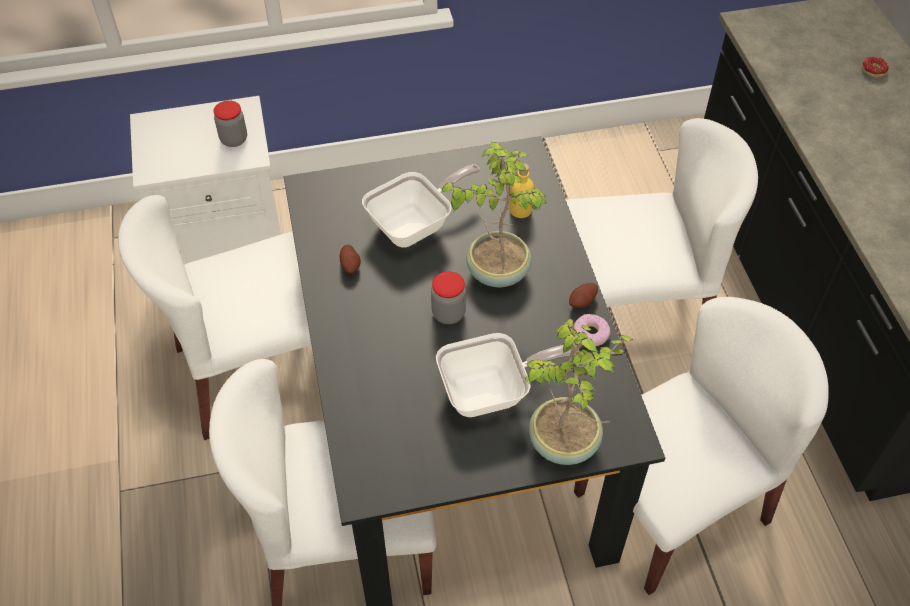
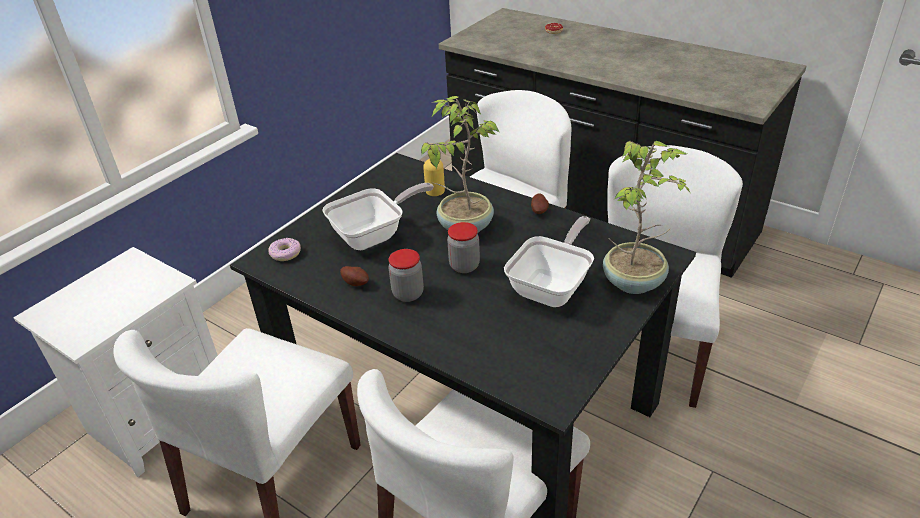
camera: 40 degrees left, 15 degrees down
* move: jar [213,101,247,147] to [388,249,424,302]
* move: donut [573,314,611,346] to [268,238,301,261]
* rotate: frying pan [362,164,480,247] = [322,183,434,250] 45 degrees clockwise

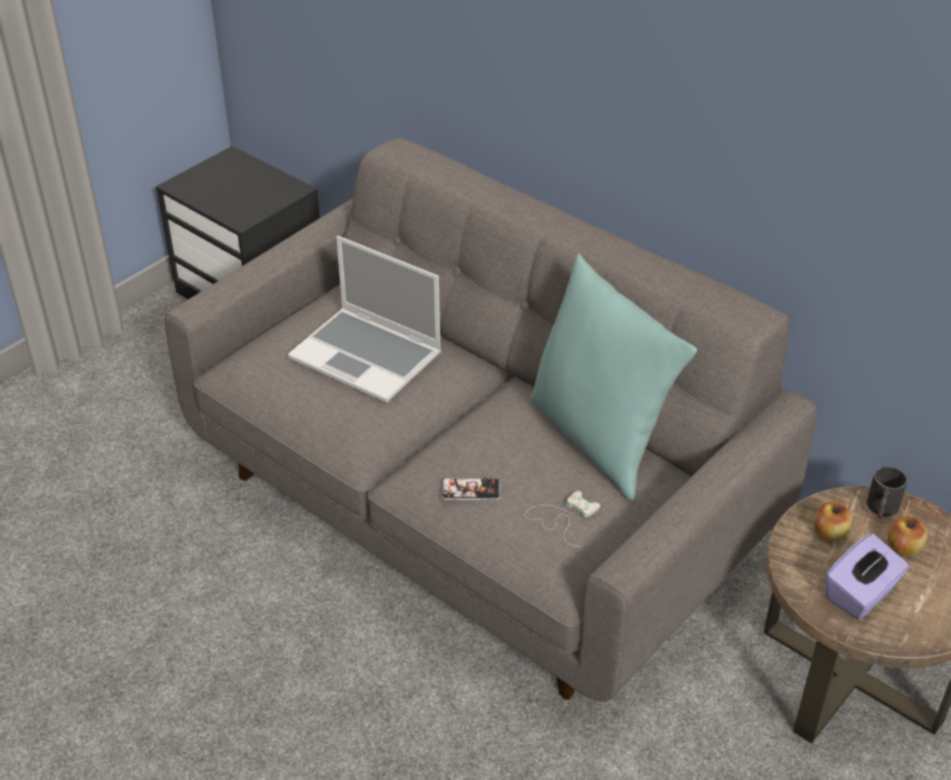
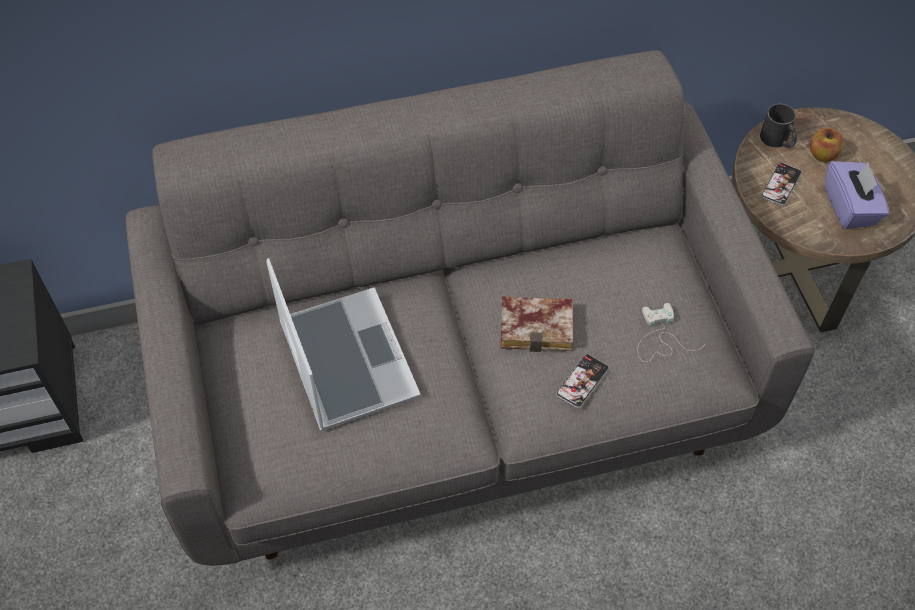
camera: 55 degrees left, 15 degrees up
* delete: pillow (turquoise) [530,253,697,501]
* insert: book [500,296,573,352]
* replace: apple [814,502,852,541] to phone [761,163,802,206]
* rotate: laptop [287,236,441,403] = [266,258,421,431] 90 degrees counterclockwise

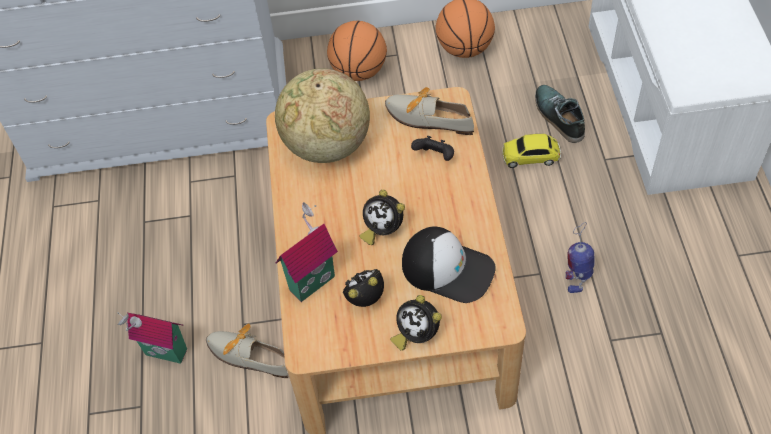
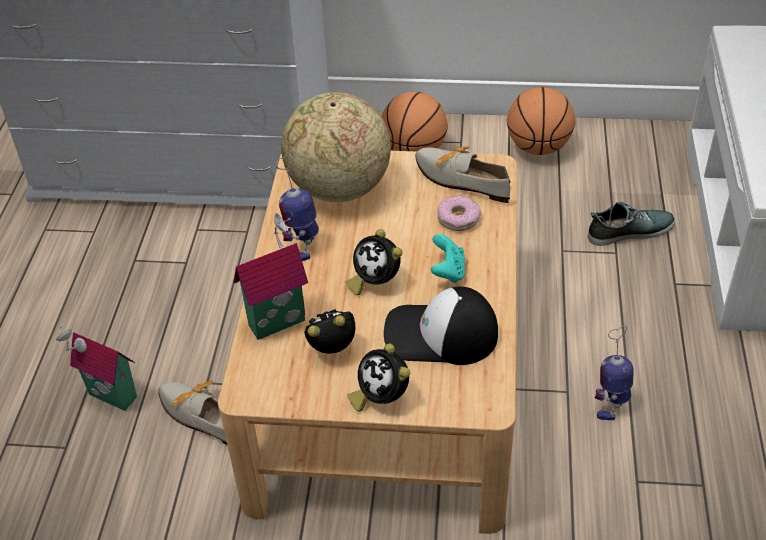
camera: 10 degrees right, 10 degrees down
* delete: toy car [502,134,561,168]
* insert: toy robot [276,152,319,261]
* insert: game controller (turquoise) [431,234,465,283]
* replace: game controller (black) [411,136,454,161] to donut [437,196,481,231]
* rotate: cap [402,227,496,303] = [384,287,498,365] 150 degrees clockwise
* rotate: shoe [535,85,585,143] = [588,202,675,246] 90 degrees clockwise

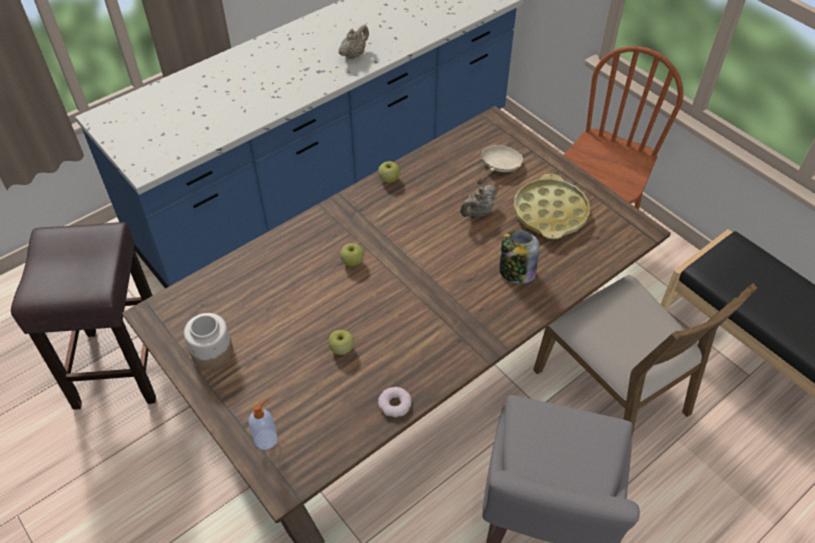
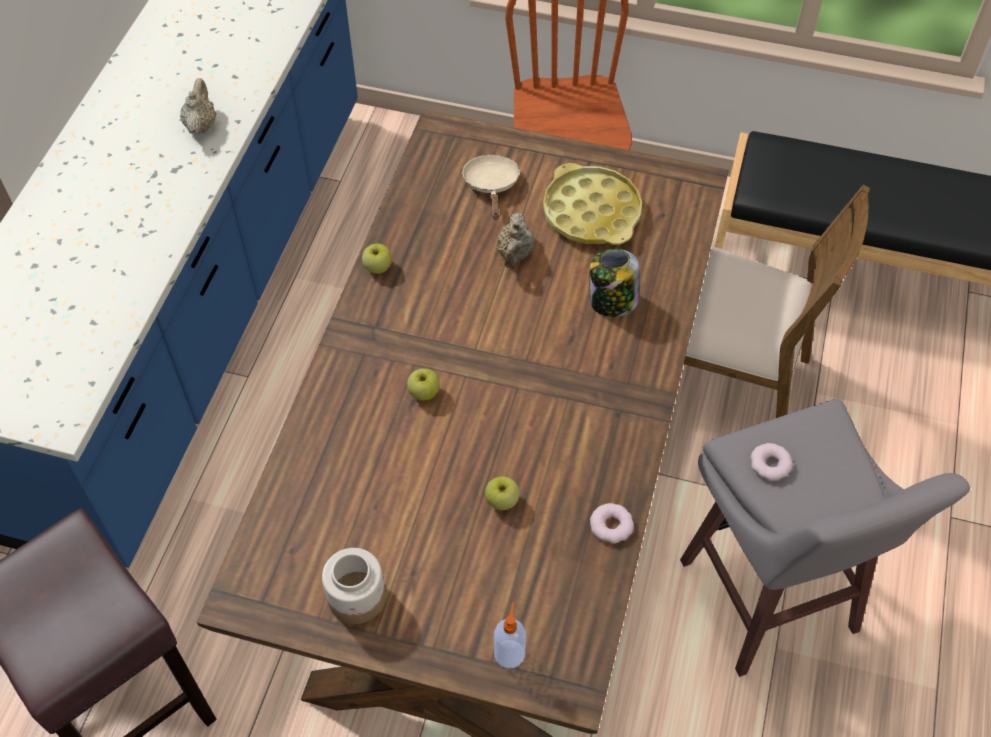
camera: 35 degrees left, 5 degrees up
* insert: donut [751,443,792,481]

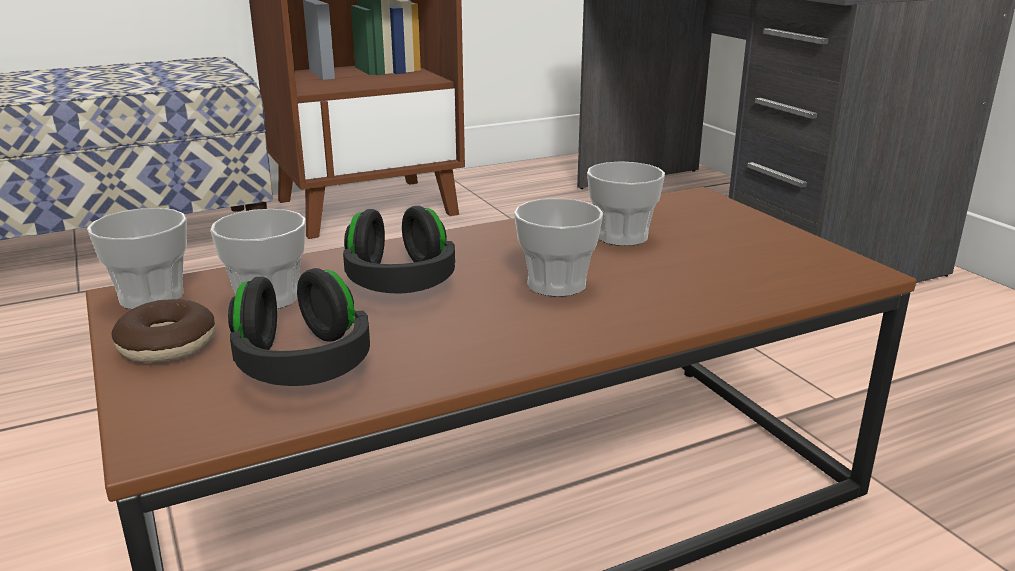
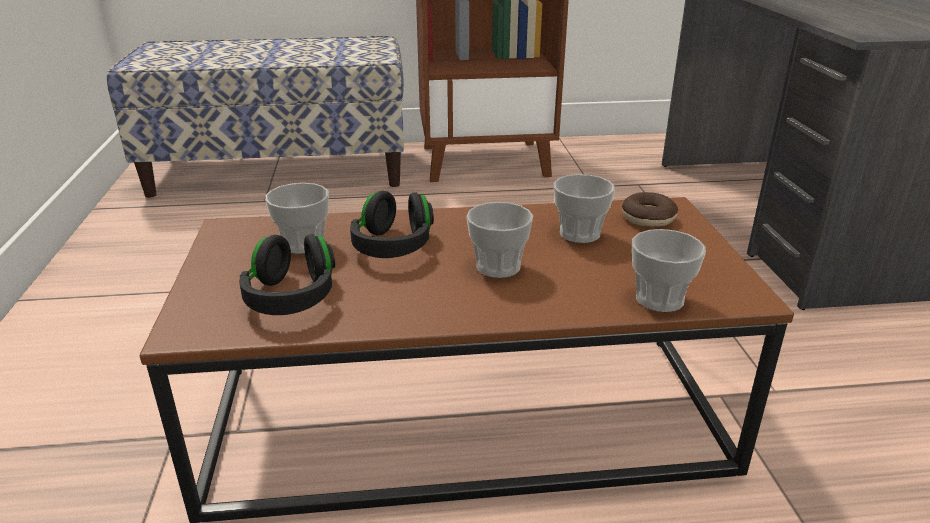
camera: 20 degrees right, 5 degrees up
* move: cup [87,208,187,309] to [632,229,706,312]
* move: donut [112,299,216,363] to [622,192,678,227]

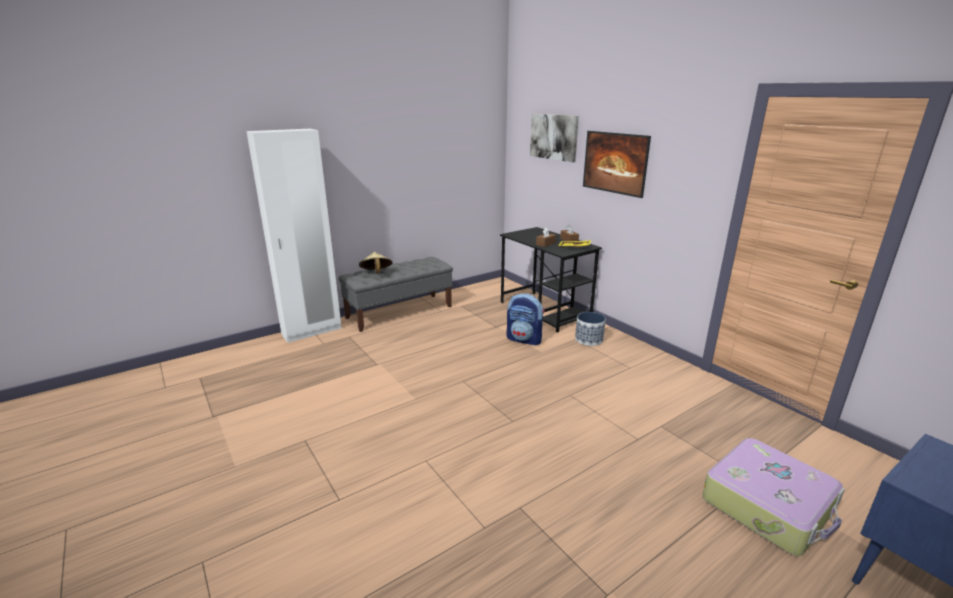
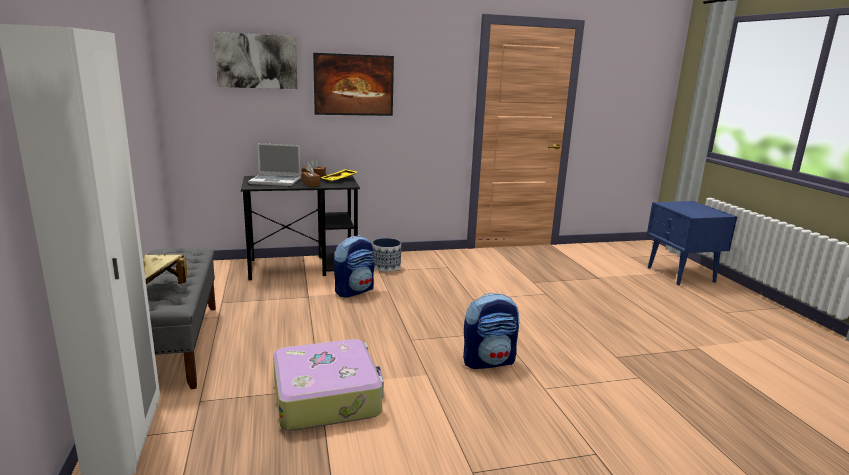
camera: 70 degrees left, 5 degrees down
* insert: laptop [248,143,301,186]
* insert: backpack [463,293,519,369]
* move: suitcase [702,438,845,556] to [273,339,384,431]

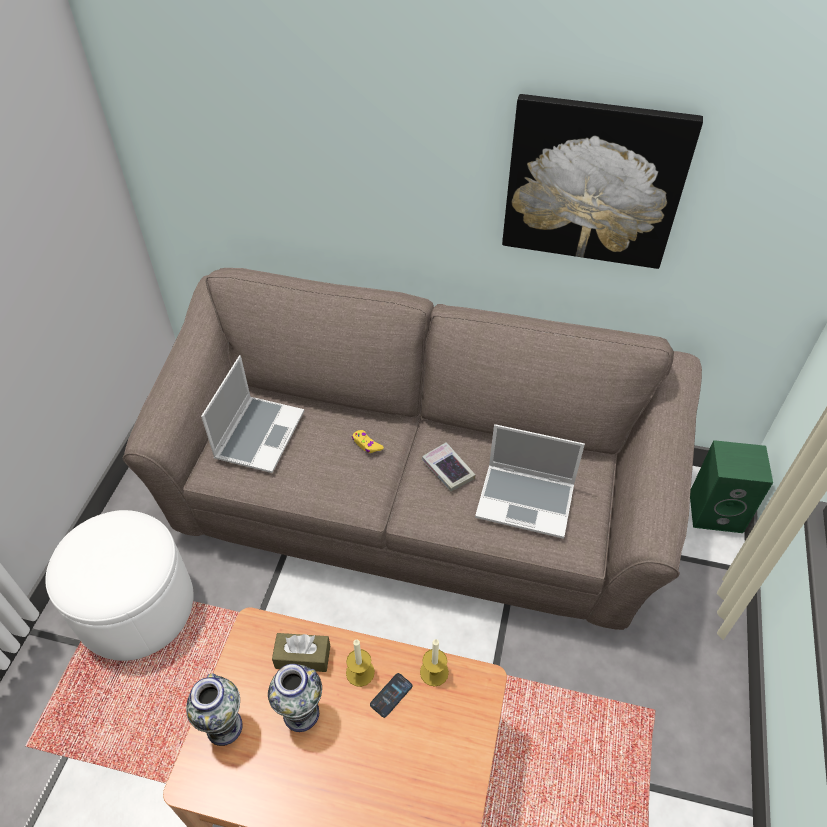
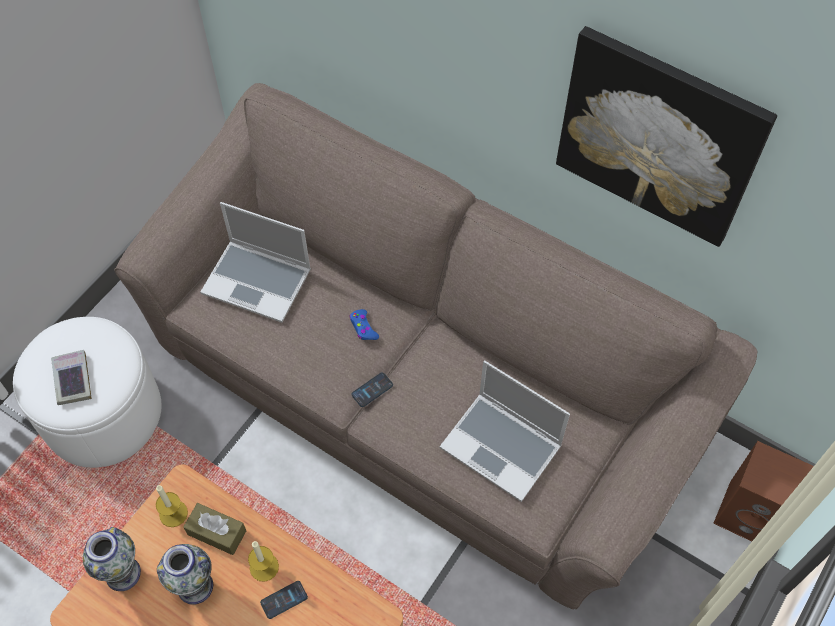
camera: 20 degrees right, 10 degrees up
* insert: phone [351,372,393,407]
* move: candle [420,639,449,687] to [156,485,188,527]
* move: book [422,442,475,491] to [51,350,92,405]
* recolor: game controller (yellow) [352,430,384,453] to game controller (blue) [349,309,379,340]
* recolor: speaker (green) [690,440,773,533] to speaker (brown) [713,441,814,541]
* rotate: laptop [201,355,304,473] = [200,202,311,323] 75 degrees clockwise

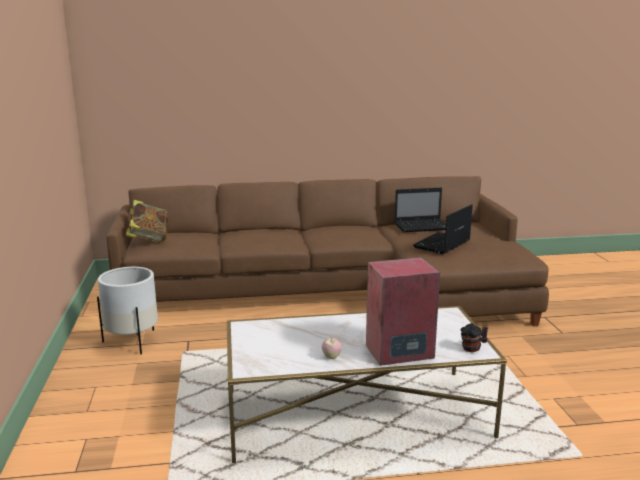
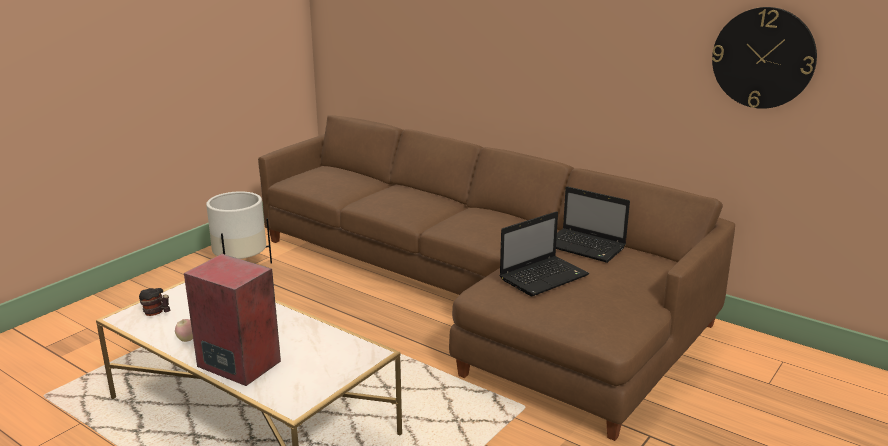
camera: 45 degrees right, 5 degrees up
* delete: book [126,200,168,243]
* insert: wall clock [712,7,817,109]
* move: mug [461,323,488,352] to [139,288,170,316]
* rotate: laptop [413,204,473,254] = [499,211,589,297] 150 degrees clockwise

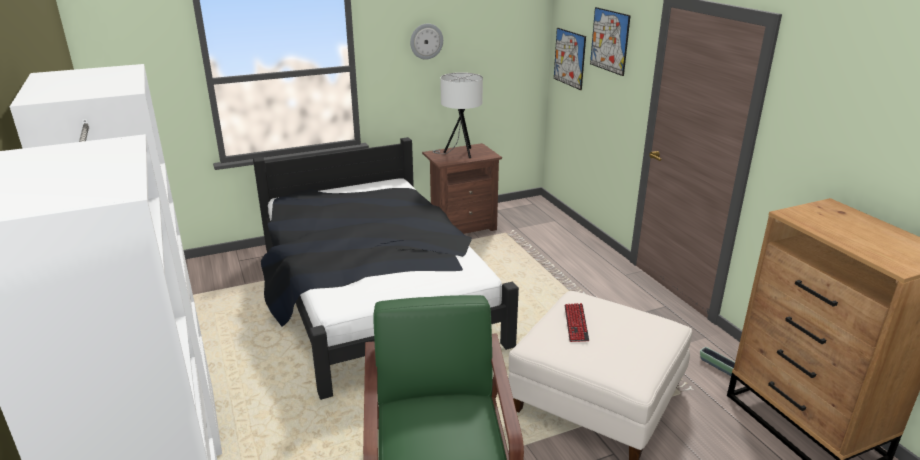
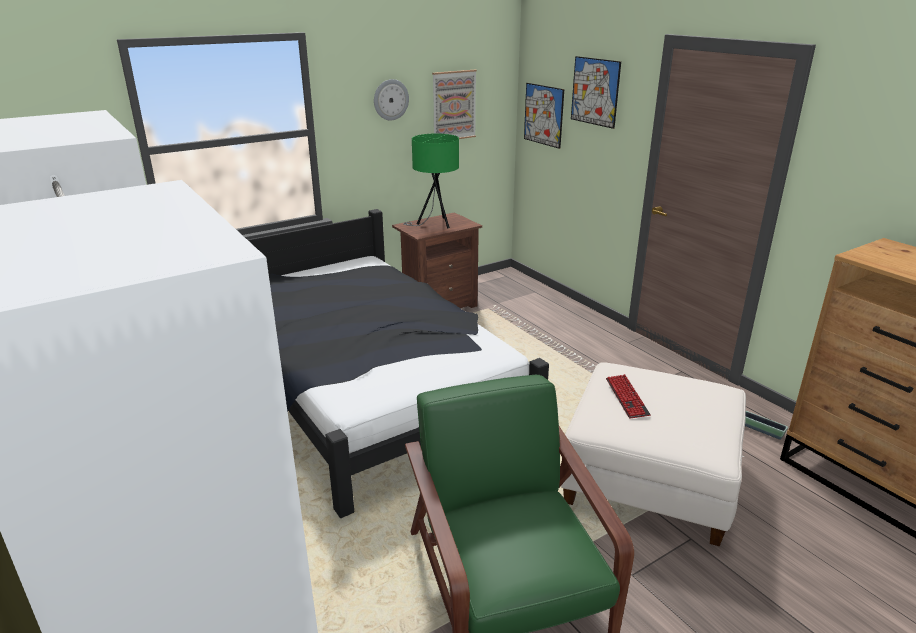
camera: 10 degrees left, 0 degrees up
* insert: picture [432,70,477,139]
* recolor: table lamp (white) [432,72,483,158] to table lamp (green) [403,133,459,229]

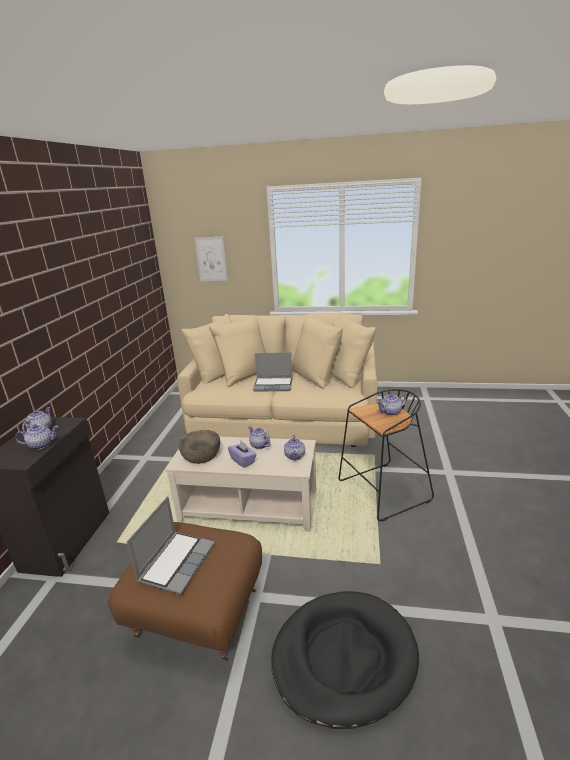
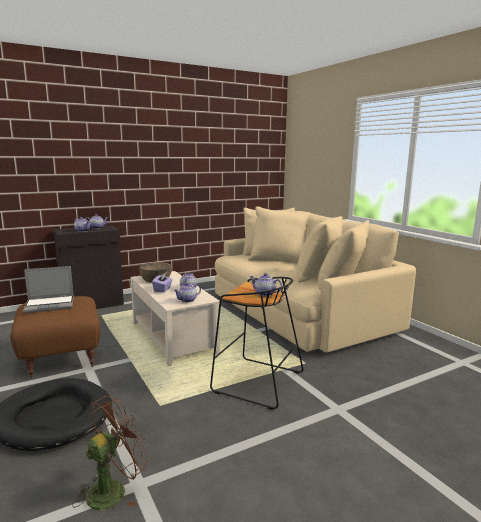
camera: 50 degrees right, 10 degrees down
* delete: picture [195,237,228,281]
* delete: laptop [253,352,293,392]
* insert: fan (brown) [72,396,150,510]

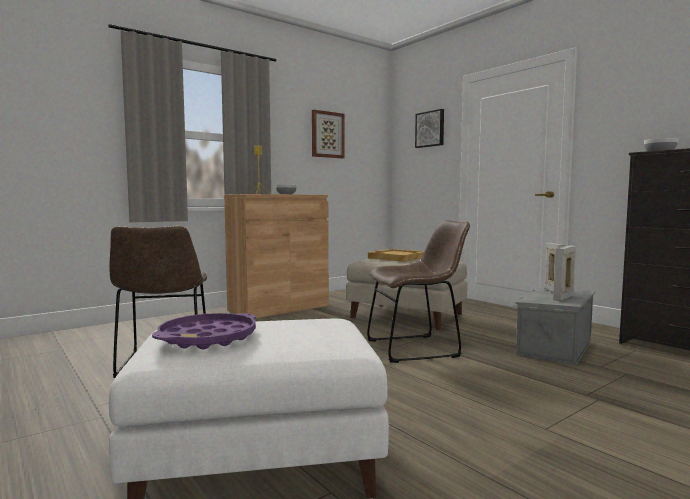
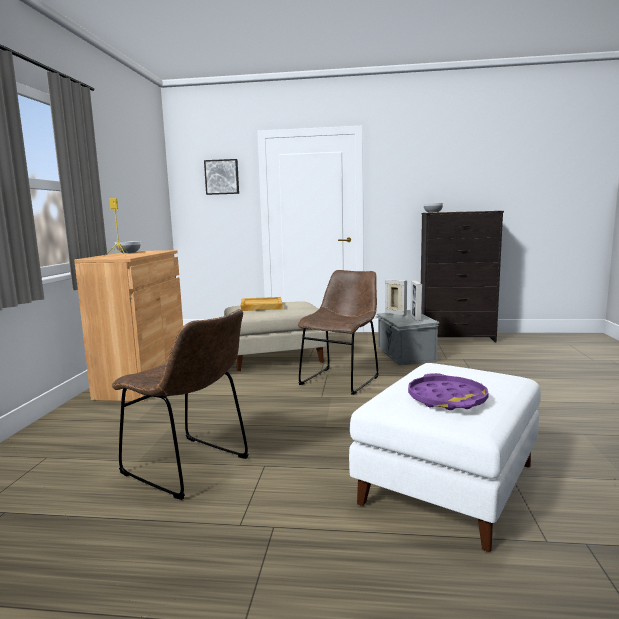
camera: 45 degrees left, 5 degrees up
* delete: picture [312,110,344,158]

